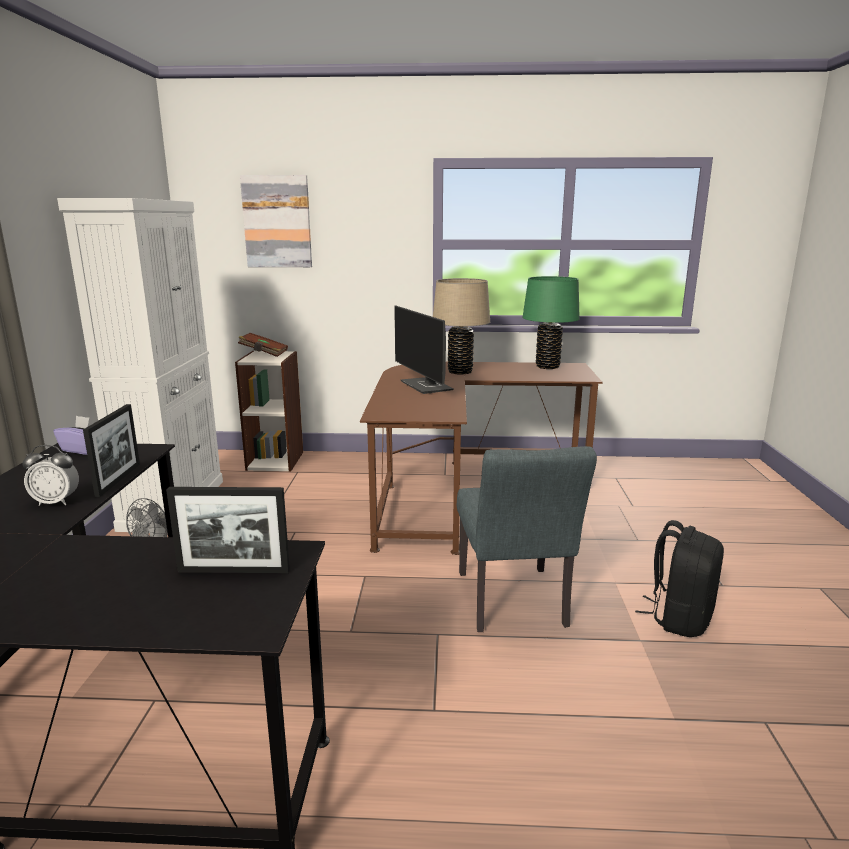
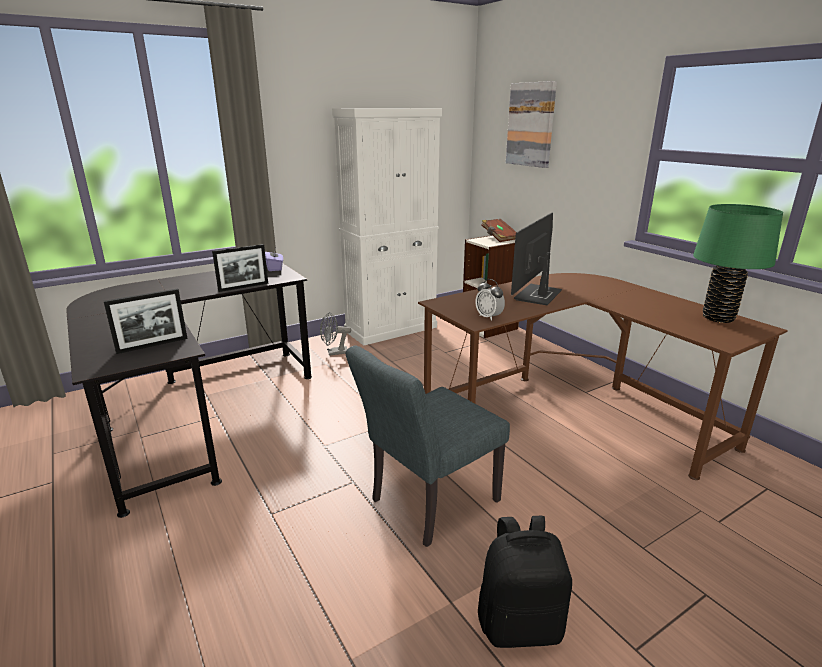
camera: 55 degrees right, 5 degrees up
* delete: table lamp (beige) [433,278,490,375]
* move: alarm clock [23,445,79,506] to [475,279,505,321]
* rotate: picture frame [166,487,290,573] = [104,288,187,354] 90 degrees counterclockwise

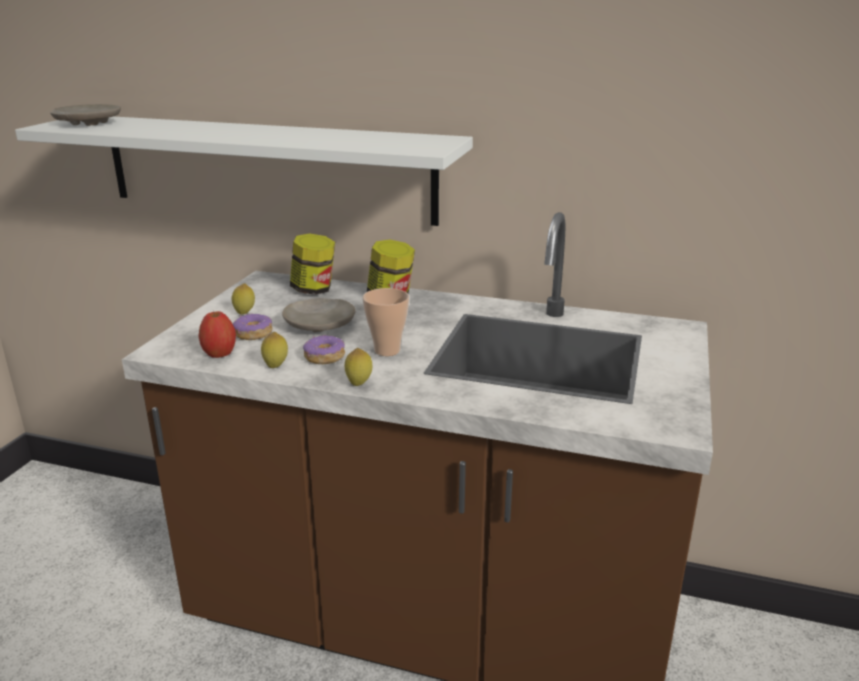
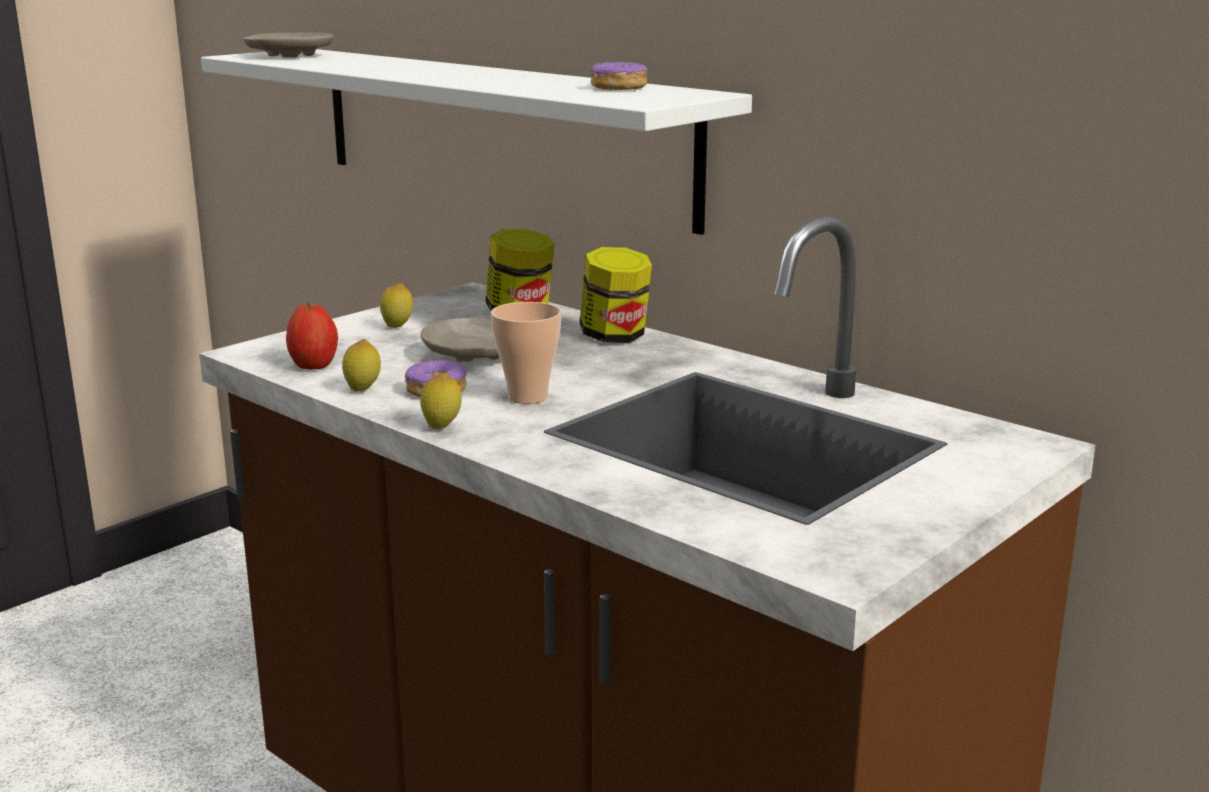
camera: 25 degrees right, 5 degrees down
* move: donut [233,314,272,340] to [591,61,647,90]

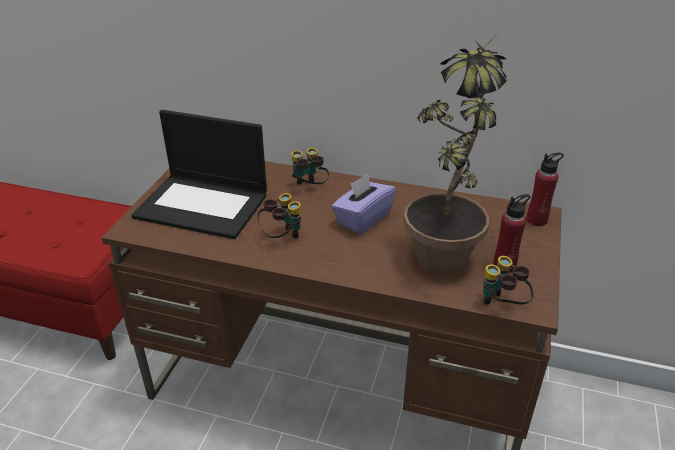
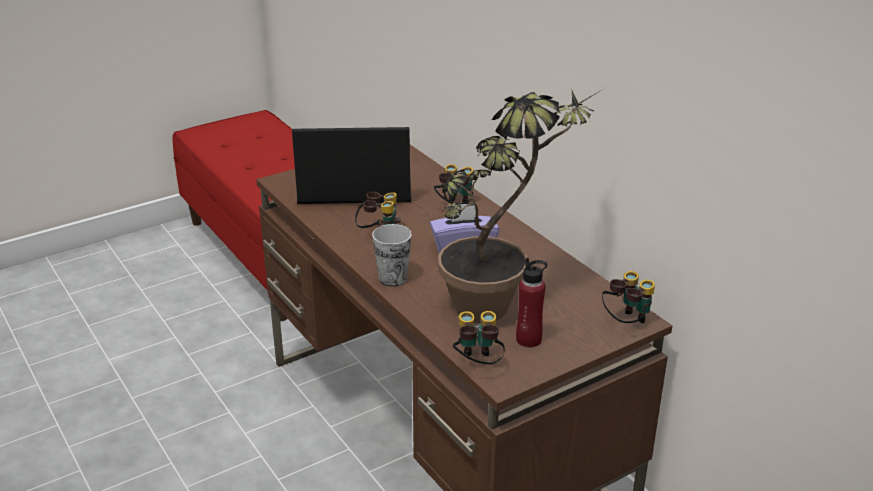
camera: 40 degrees right, 5 degrees down
* insert: cup [372,224,412,287]
* replace: bottle (red) [527,152,563,226] to binoculars [602,271,655,323]
* rotate: laptop [131,110,267,239] = [292,127,411,204] 120 degrees clockwise

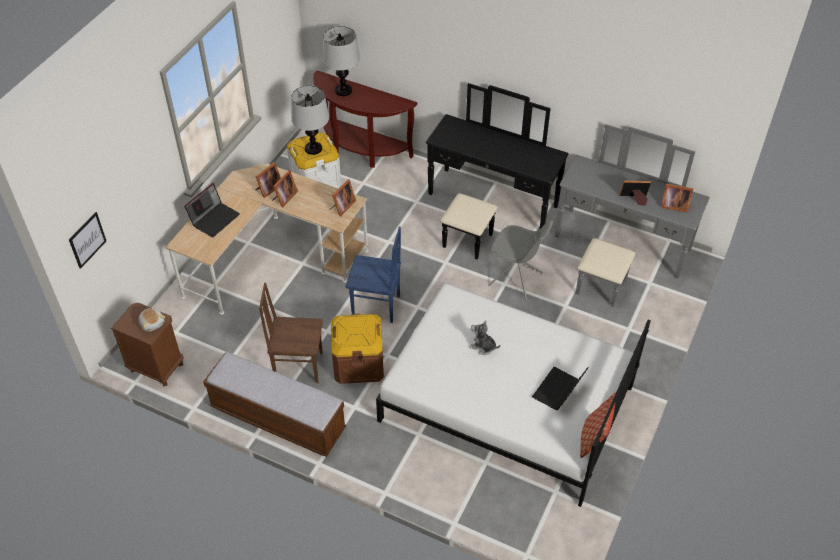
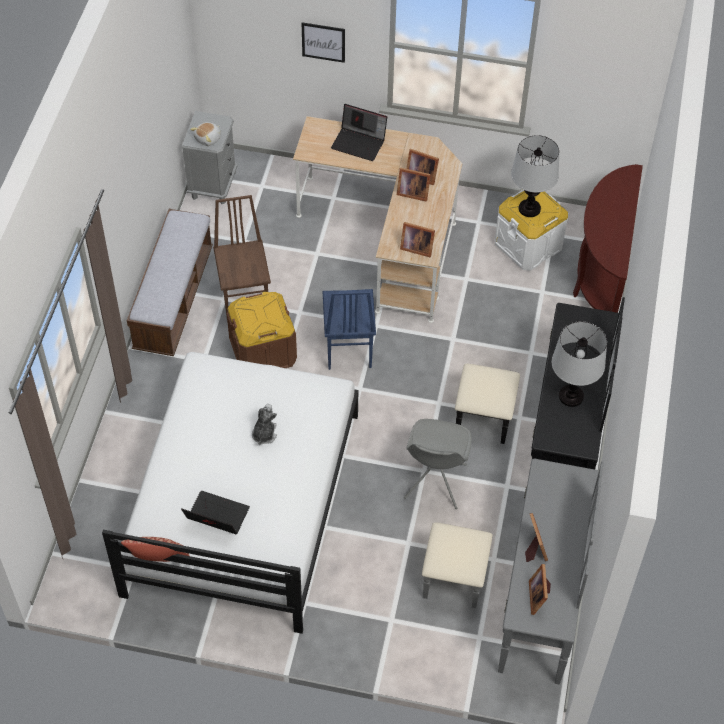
camera: 75 degrees right, 5 degrees up
* move: picture [69,212,106,269] to [302,22,345,63]
* move: table lamp [323,26,360,96] to [551,321,607,407]
* recolor: nightstand (brown) [111,303,184,387] to nightstand (grey) [182,111,237,204]

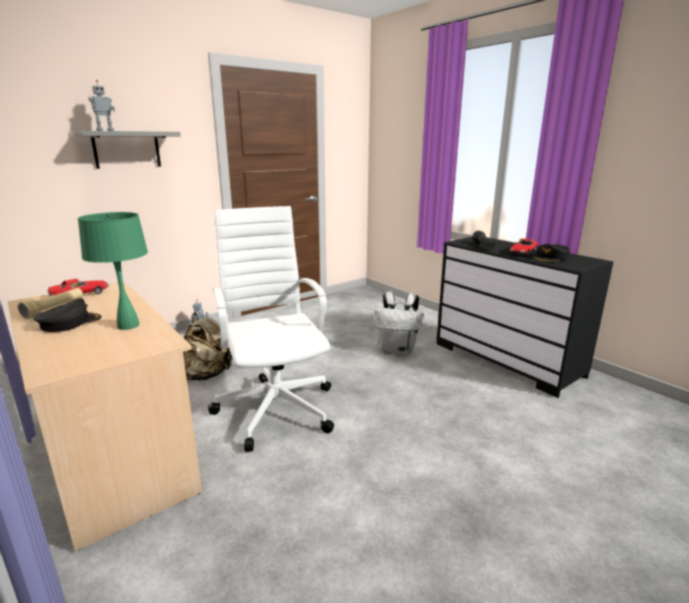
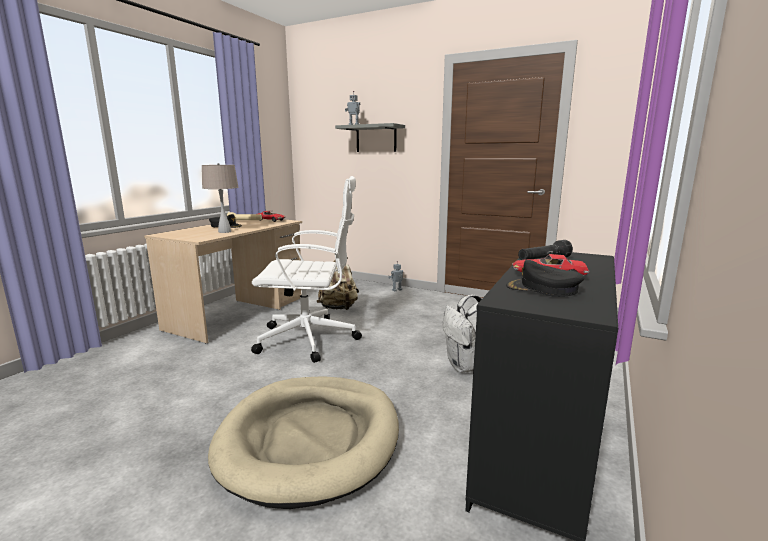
camera: 65 degrees right, 5 degrees down
* insert: dog bed (beige) [208,376,399,509]
* recolor: table lamp (green) [77,212,148,330] to table lamp (beige) [202,163,239,233]
* rotate: office chair (white) [208,206,334,452] = [251,176,362,363] 45 degrees clockwise

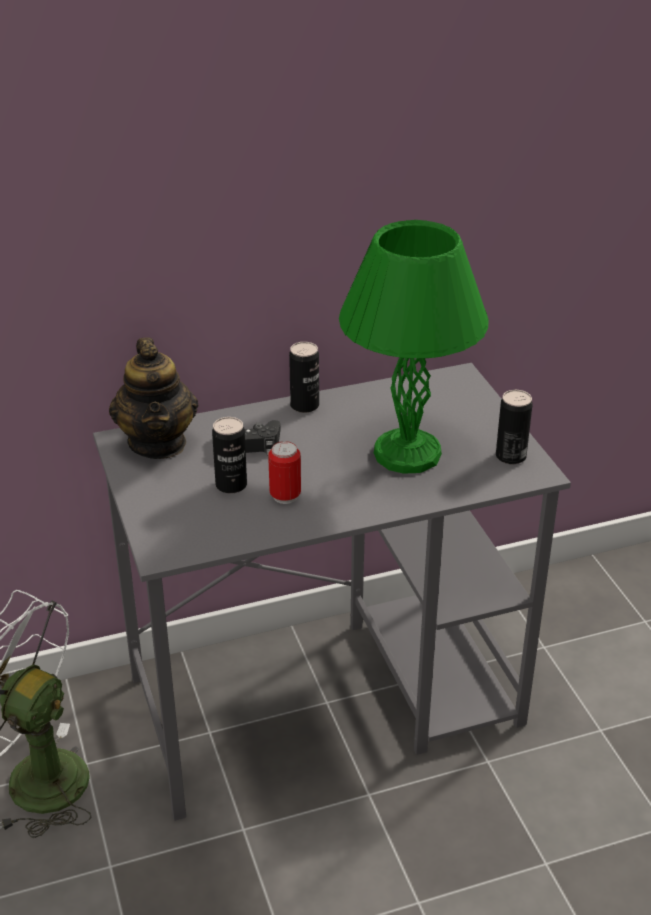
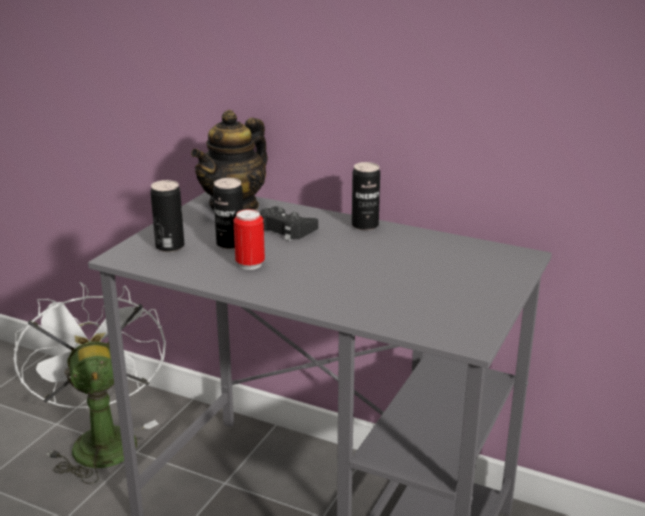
camera: 45 degrees right, 10 degrees down
* delete: table lamp (green) [339,220,489,474]
* move: can [496,390,533,464] to [150,180,184,252]

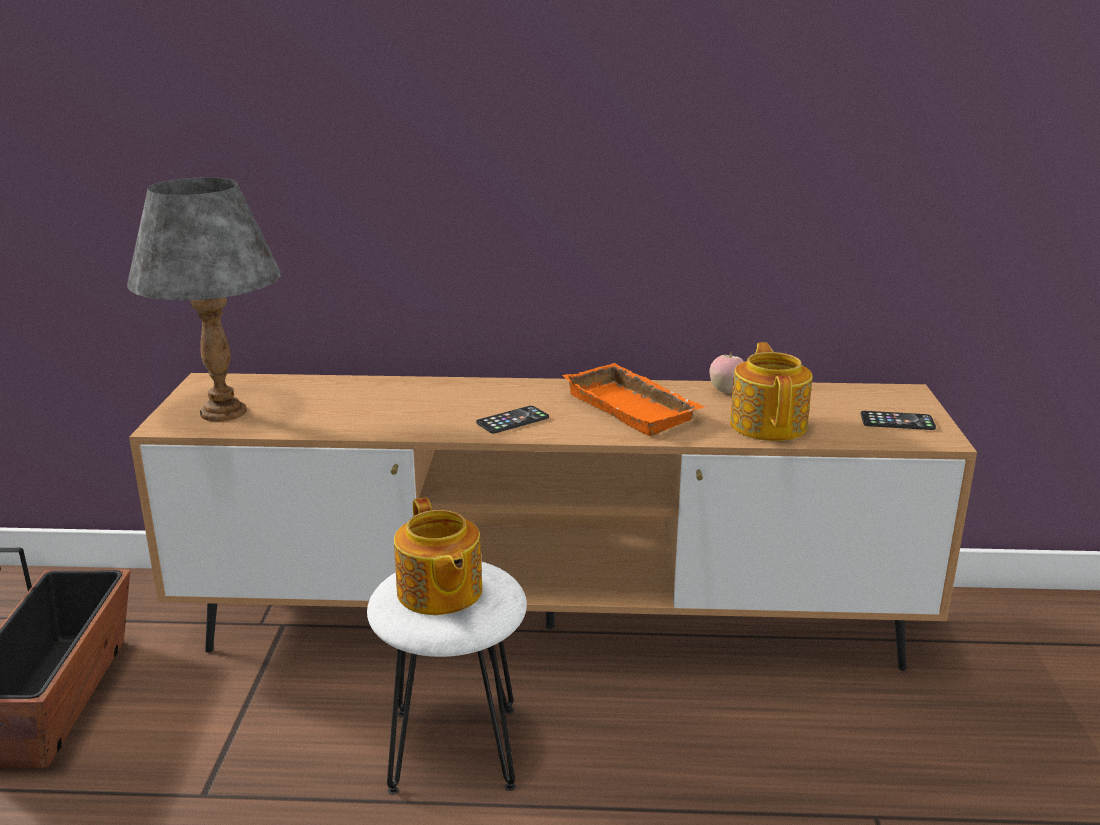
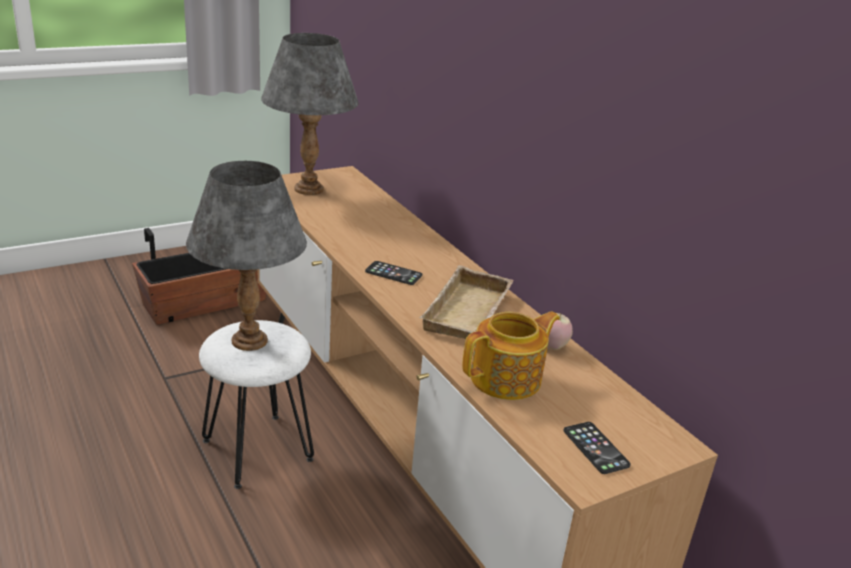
camera: 55 degrees right, 5 degrees up
* replace: teapot [394,497,483,615] to table lamp (grey) [186,161,307,351]
* recolor: tray (orange) [562,363,705,436] to tray (beige) [419,265,514,339]

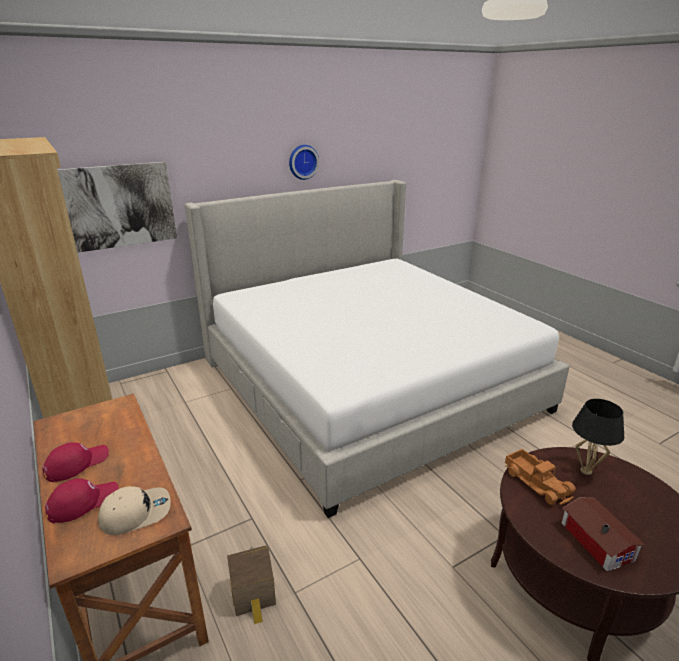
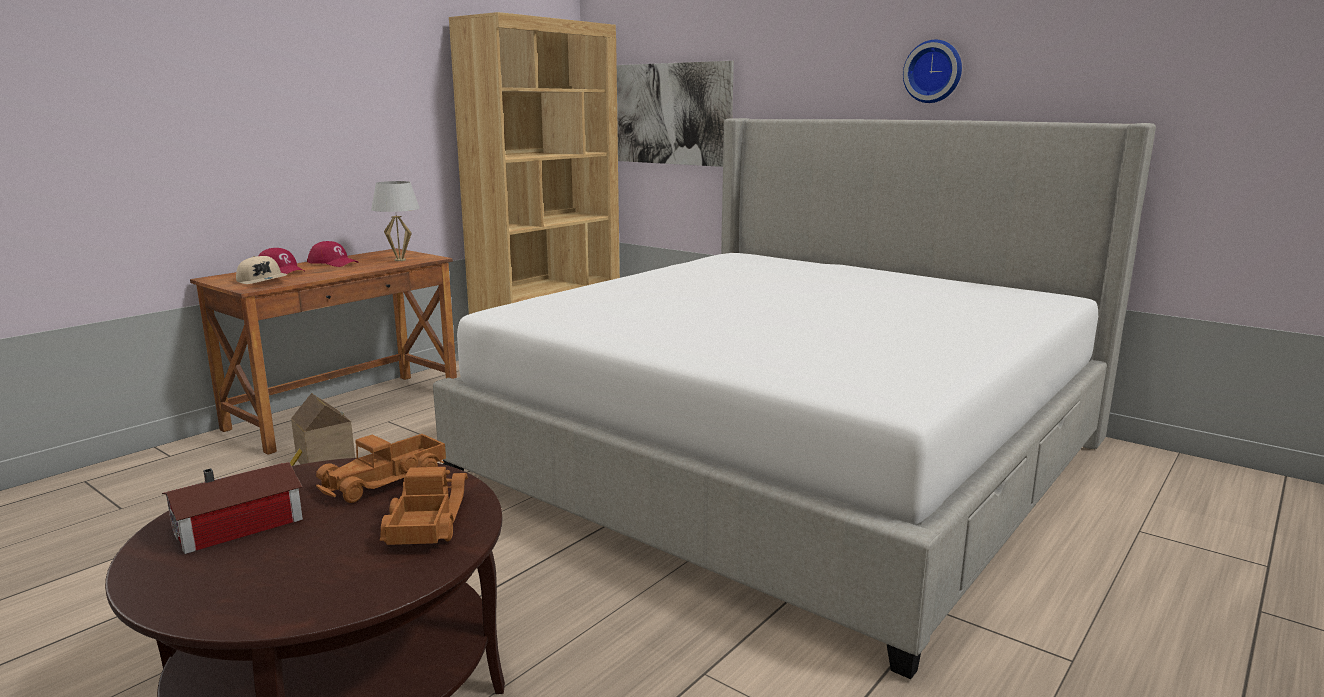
camera: 70 degrees right, 10 degrees down
* insert: table lamp (white) [371,181,420,261]
* replace: table lamp (black) [572,399,624,475] to toy truck [380,467,468,545]

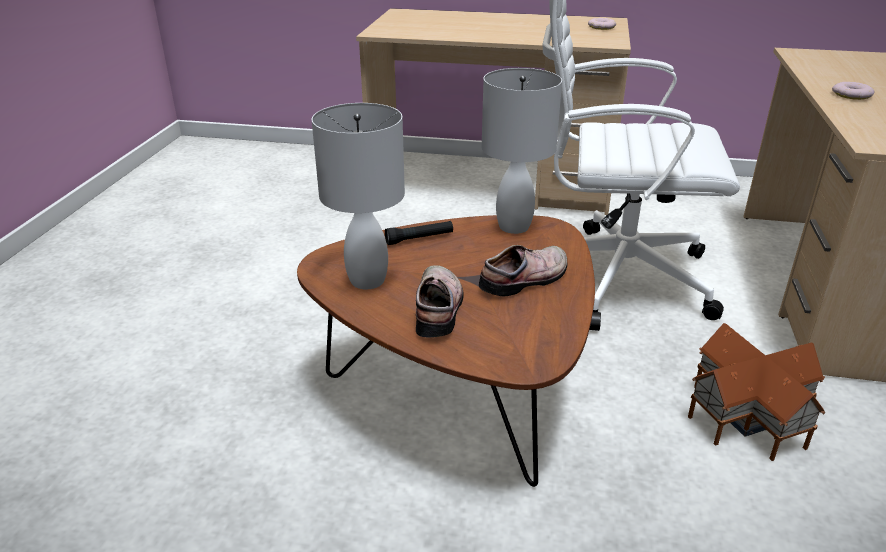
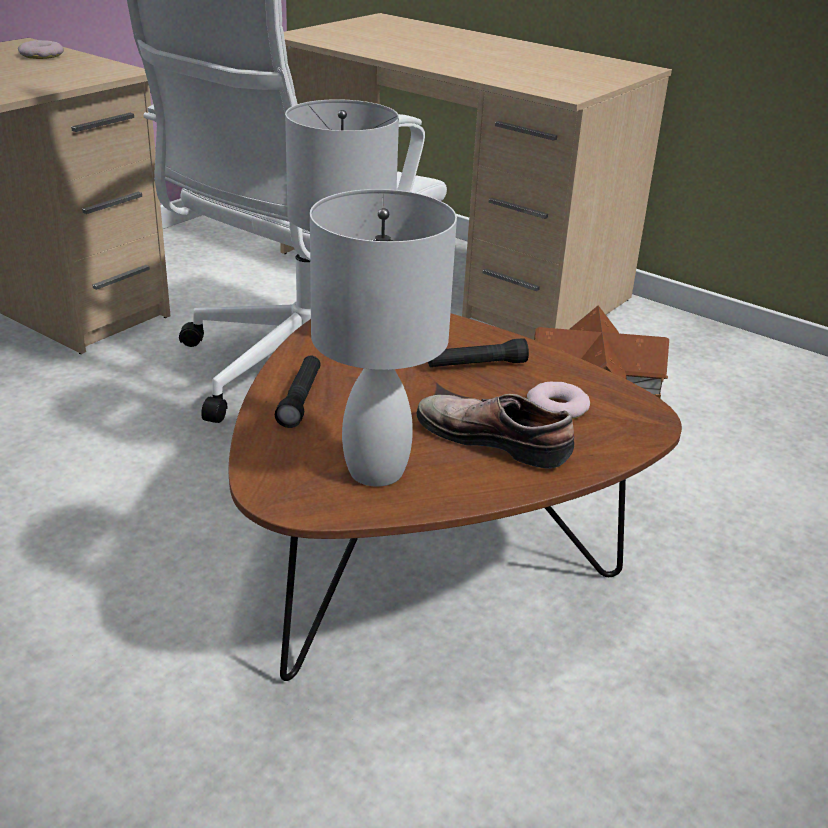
camera: 65 degrees left, 0 degrees up
* move: donut [832,82,874,100] to [527,382,590,419]
* replace: shoe [479,245,567,296] to flashlight (black) [428,338,529,367]

